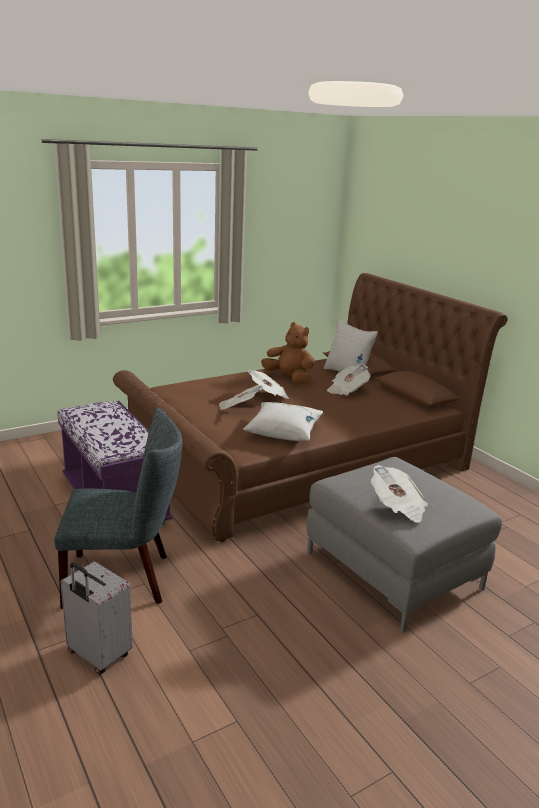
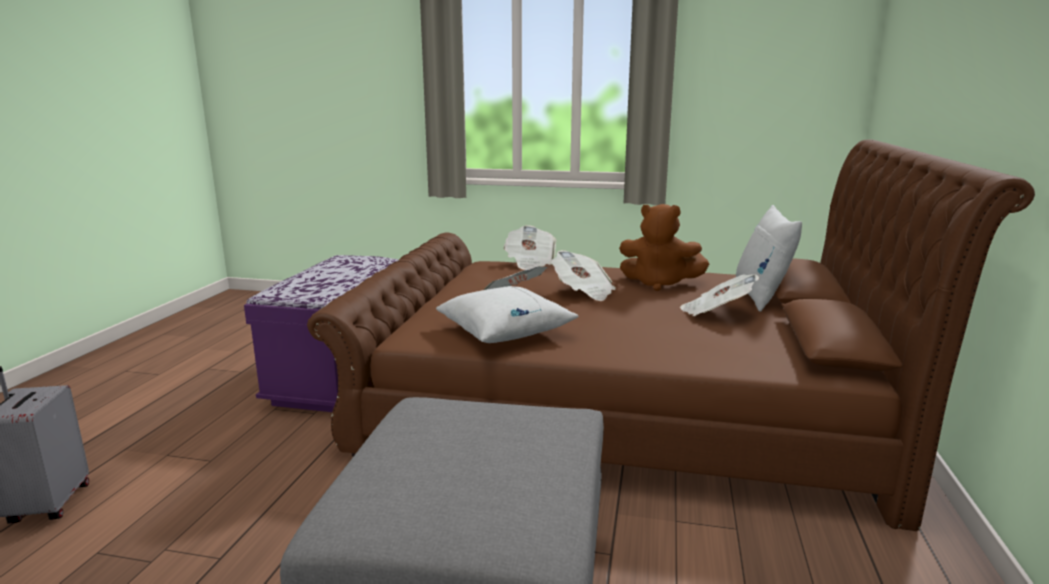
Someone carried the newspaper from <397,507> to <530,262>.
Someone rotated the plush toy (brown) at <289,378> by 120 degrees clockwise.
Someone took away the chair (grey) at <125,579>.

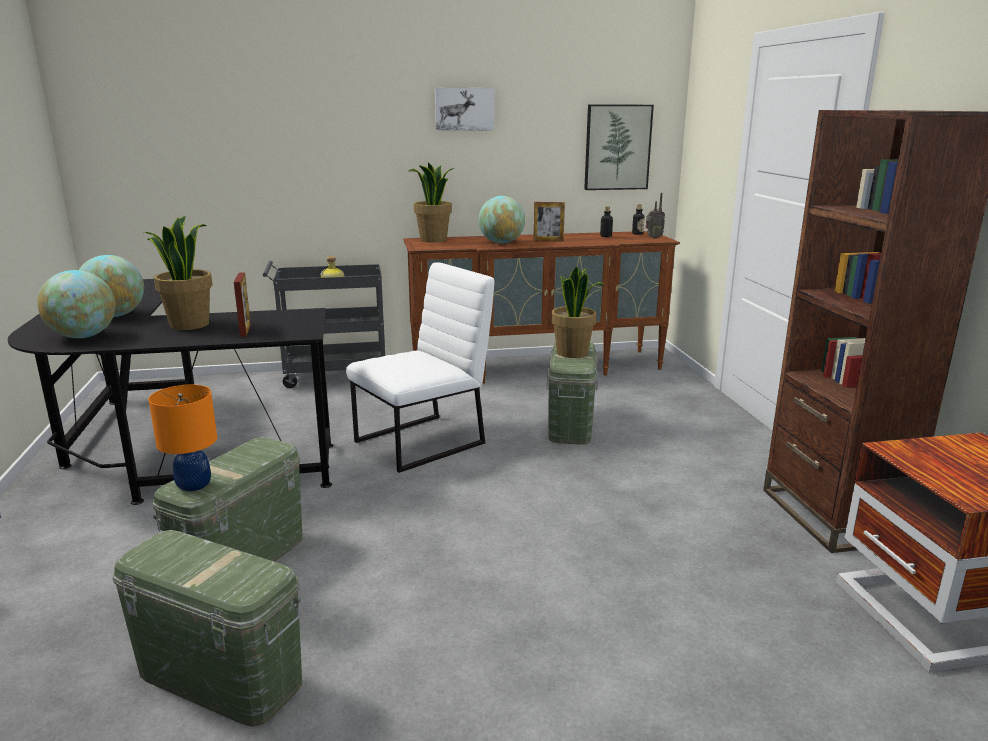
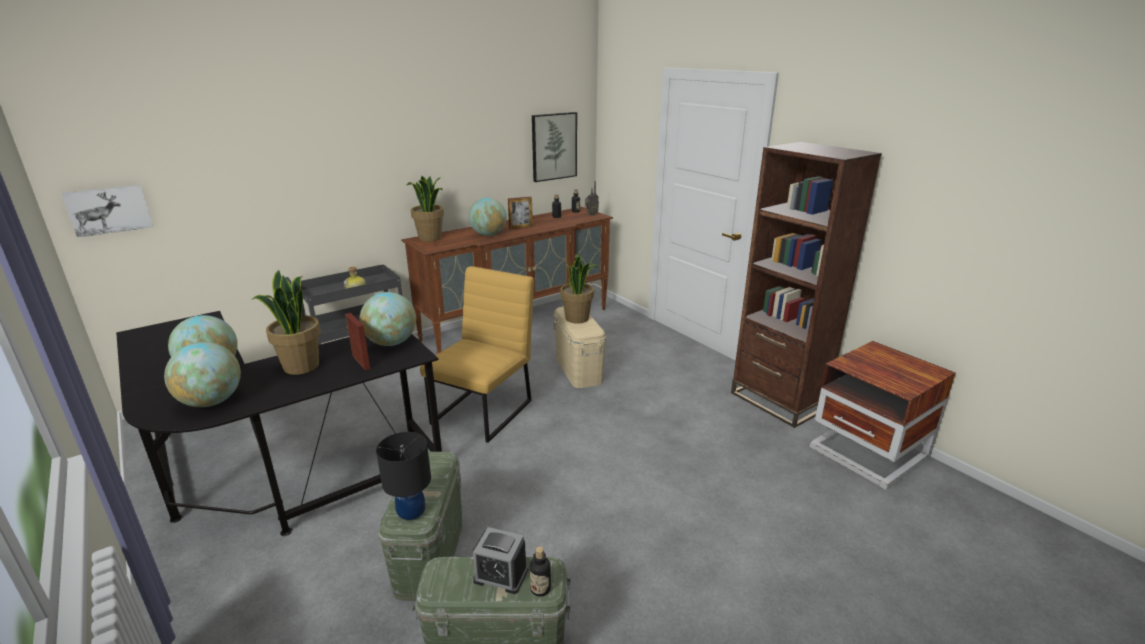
Someone carried the picture from <464,109> to <109,209>.
Someone put down the globe at <391,343>.
Someone repainted the table lamp (orange) at <194,485>, which became the table lamp (black) at <410,513>.
Someone repainted the chair (white) at <423,441>, which became the chair (yellow) at <484,410>.
Someone put down the alarm clock at <501,575>.
Someone put down the bottle at <540,589>.
Someone repainted the storage box (green) at <571,424>, which became the storage box (beige) at <578,369>.

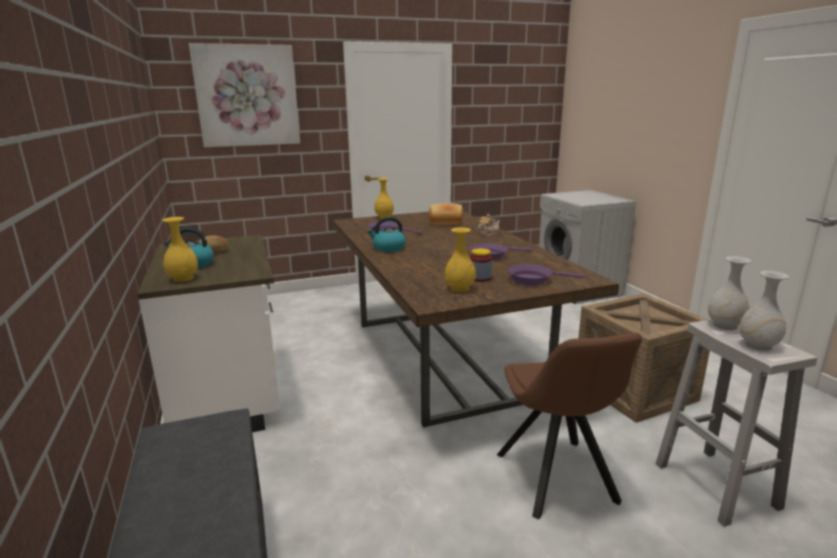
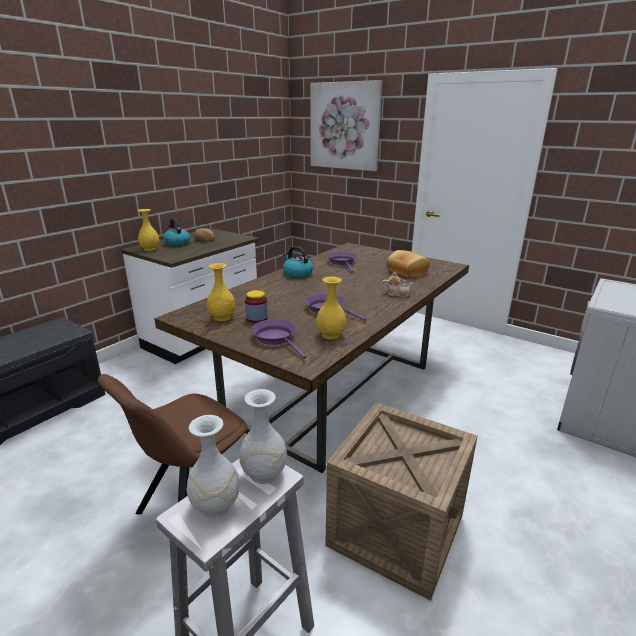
Someone carried the vase (yellow) from <384,217> to <331,335>.

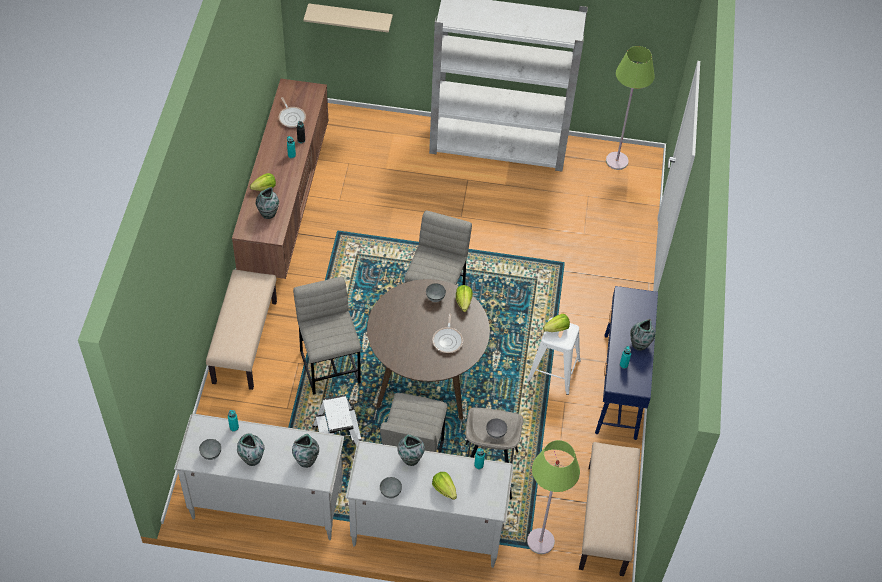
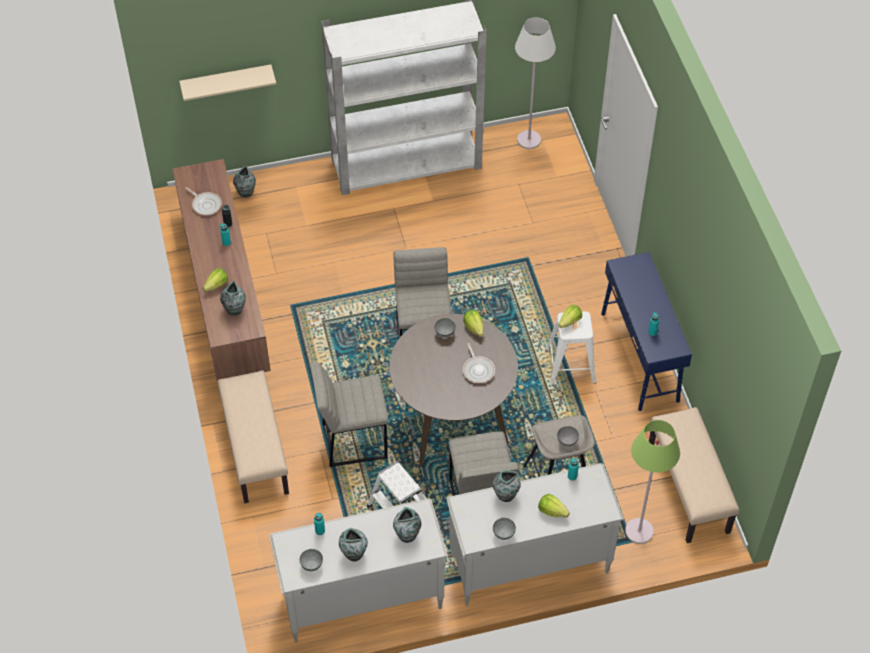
Someone carried the vase from <639,345> to <245,193>.
Someone rotated the chair (grey) at <329,365> by 60 degrees counterclockwise.
Someone repainted the floor lamp (green) at <617,161>, which became the floor lamp (white) at <529,140>.

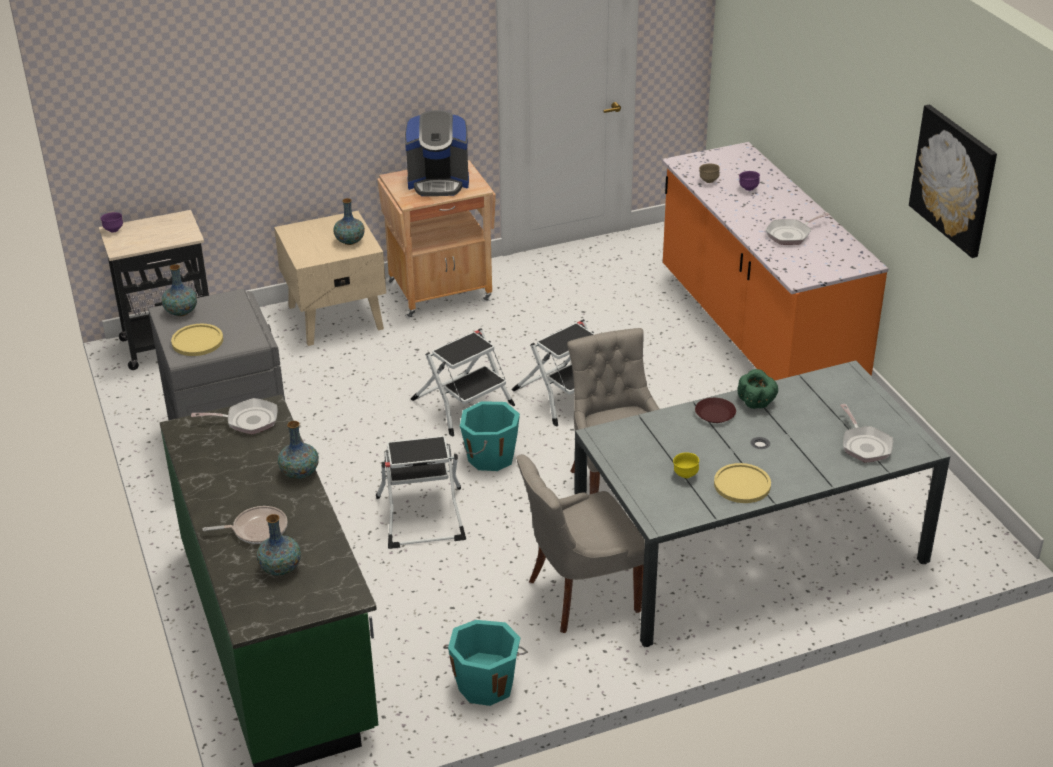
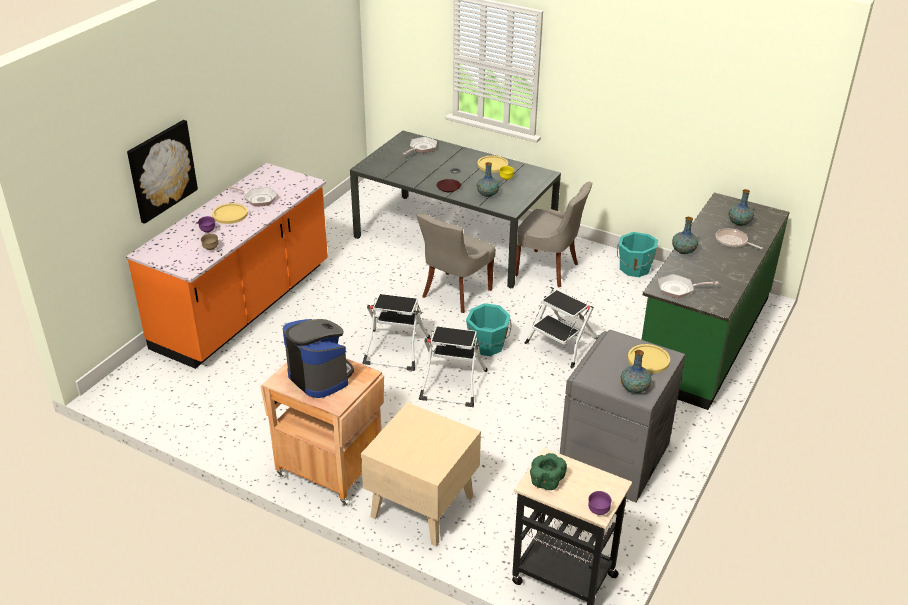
Someone carried the picture from <954,180> to <161,170>.
Someone put down the plate (yellow) at <230,214>.
Someone carried the vase from <349,241> to <487,194>.
Someone carried the bowl (green) from <757,401> to <546,480>.
Someone rotated the frying pan at <248,420> by 45 degrees counterclockwise.

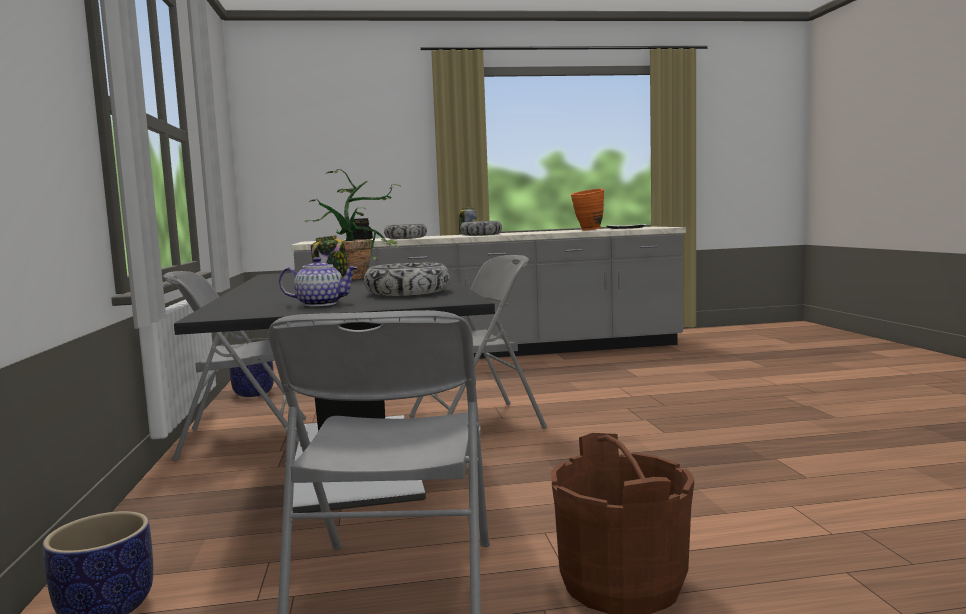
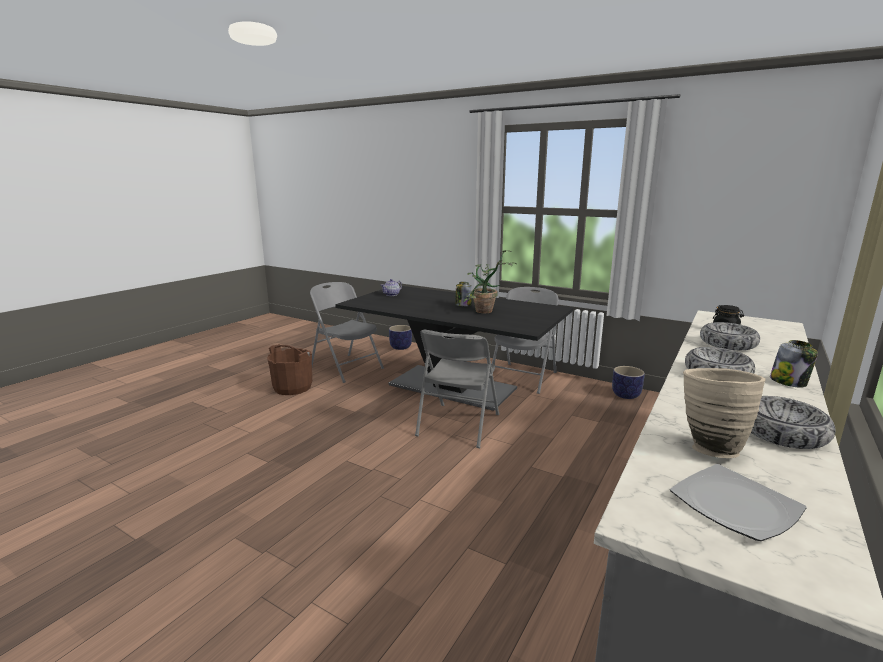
Someone repainted the vase (orange) at <588,230>, which became the vase (beige) at <709,447>.
Someone carried the bowl from <407,292> to <782,433>.

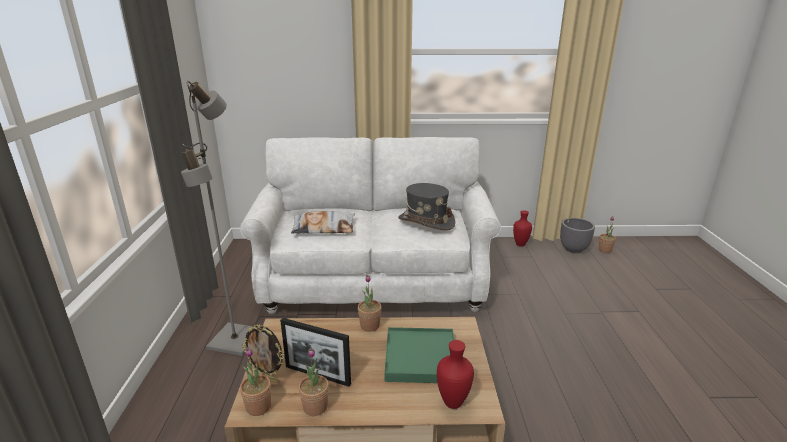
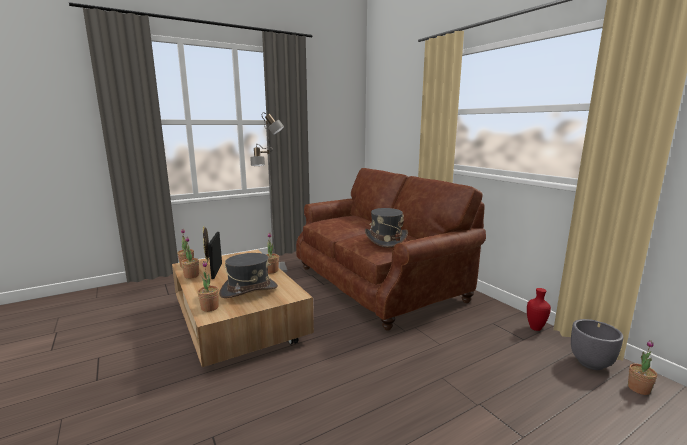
Someone swapped the vase (red) at <454,403> for the potted plant at <209,307>.
Someone swapped the tray (green) at <420,358> for the hat (grey) at <249,290>.
Someone repainted the sofa (white) at <374,279>, which became the sofa (brown) at <376,283>.
Someone took away the pillow at <323,228>.

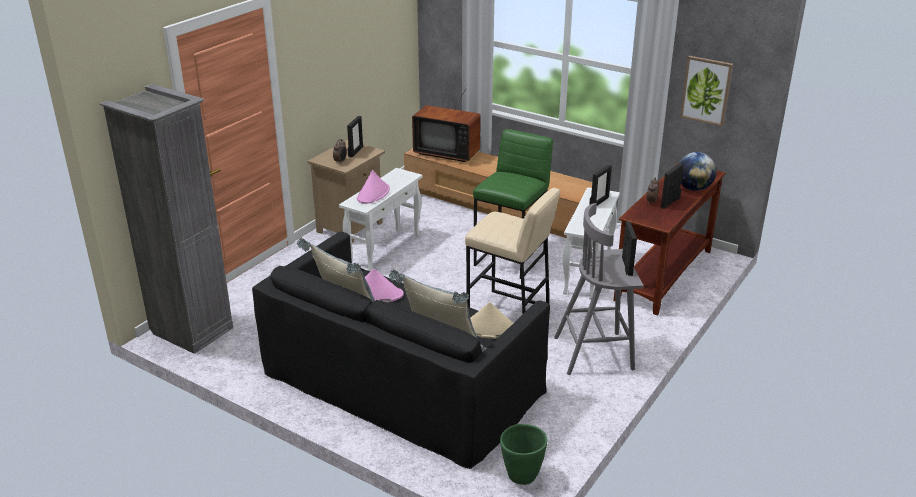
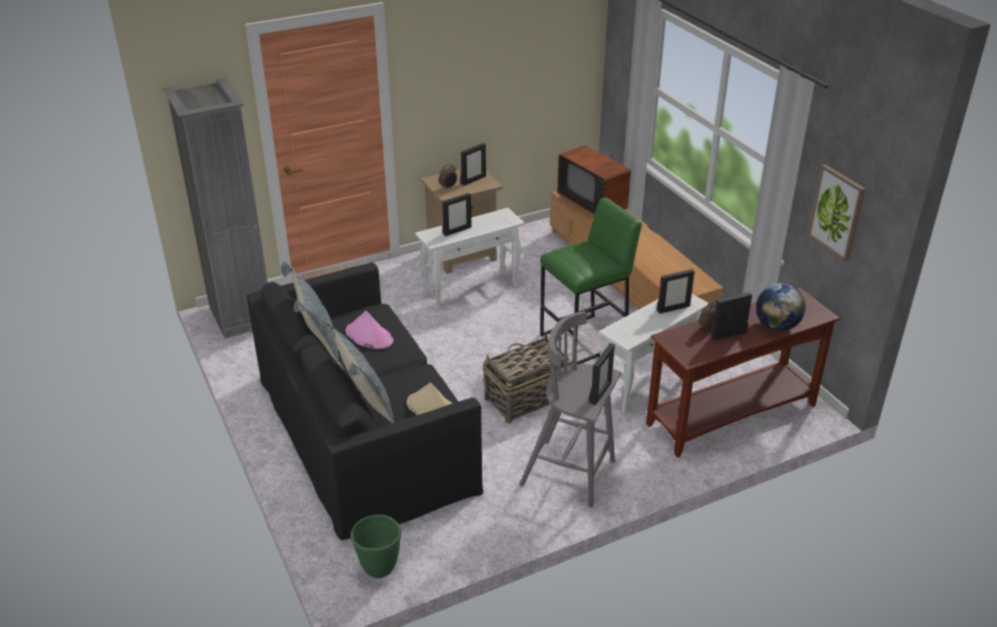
Someone swapped the hat (pink) at <373,194> for the picture frame at <457,230>.
Someone swapped the stool (beige) at <509,313> for the basket at <526,398>.

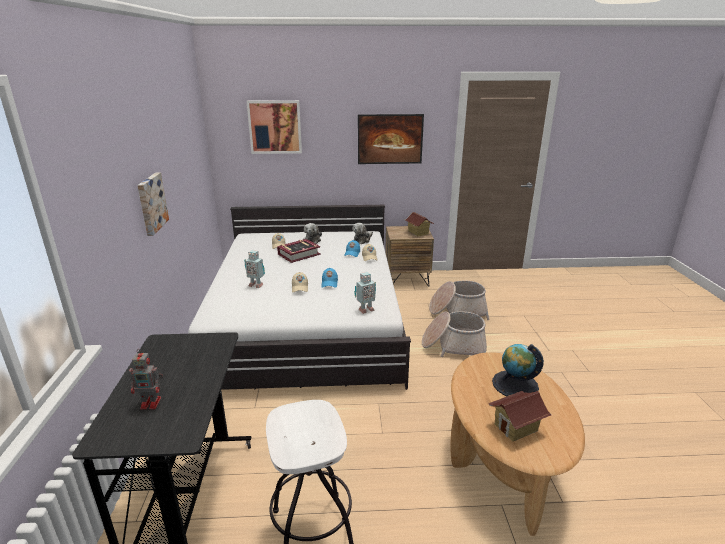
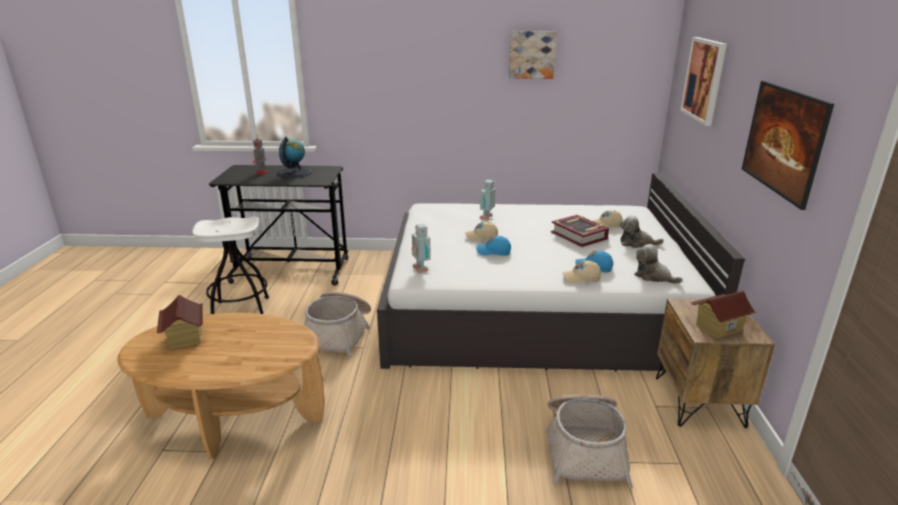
Someone carried the globe from <515,384> to <294,172>.
Someone carried the basket from <453,345> to <339,334>.
Someone carried the picture from <151,203> to <532,54>.

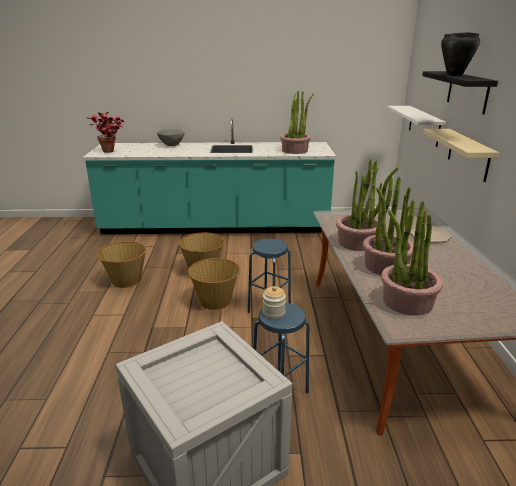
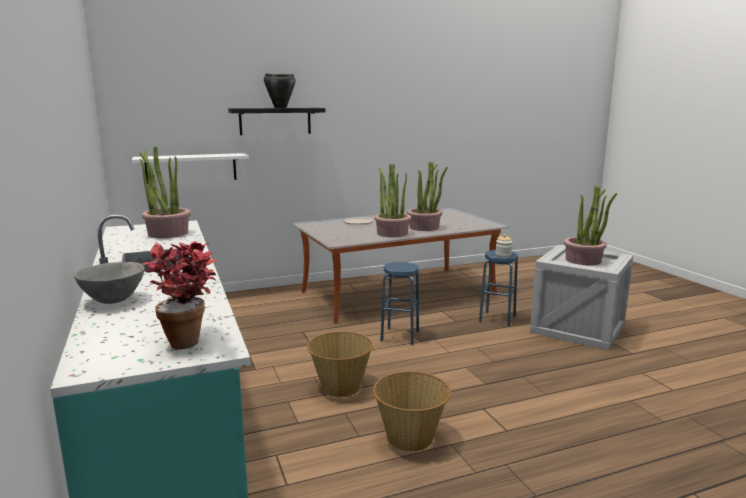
Someone carried the potted plant from <407,301> to <583,260>.
Someone took away the basket at <215,301>.
Someone took away the shelf (beige) at <468,154>.

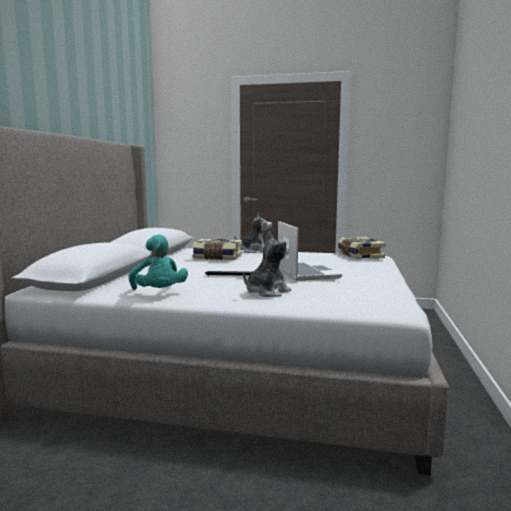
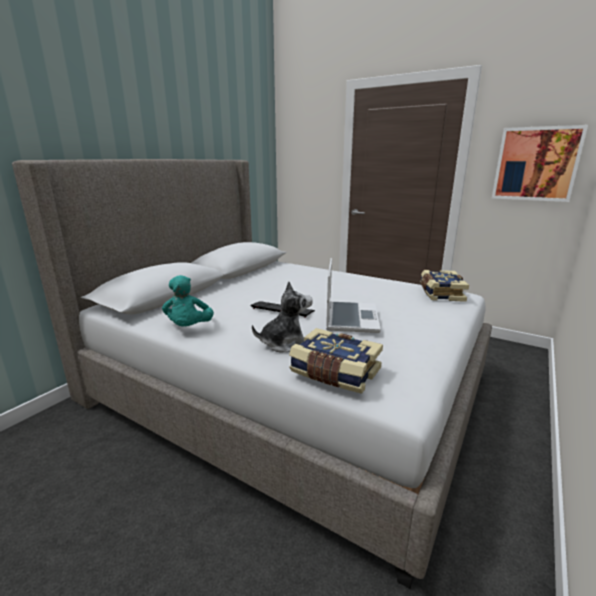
Someone carried the book from <217,258> to <334,373>.
Someone put up the picture at <536,164>.
Someone took away the plush toy at <254,251>.

